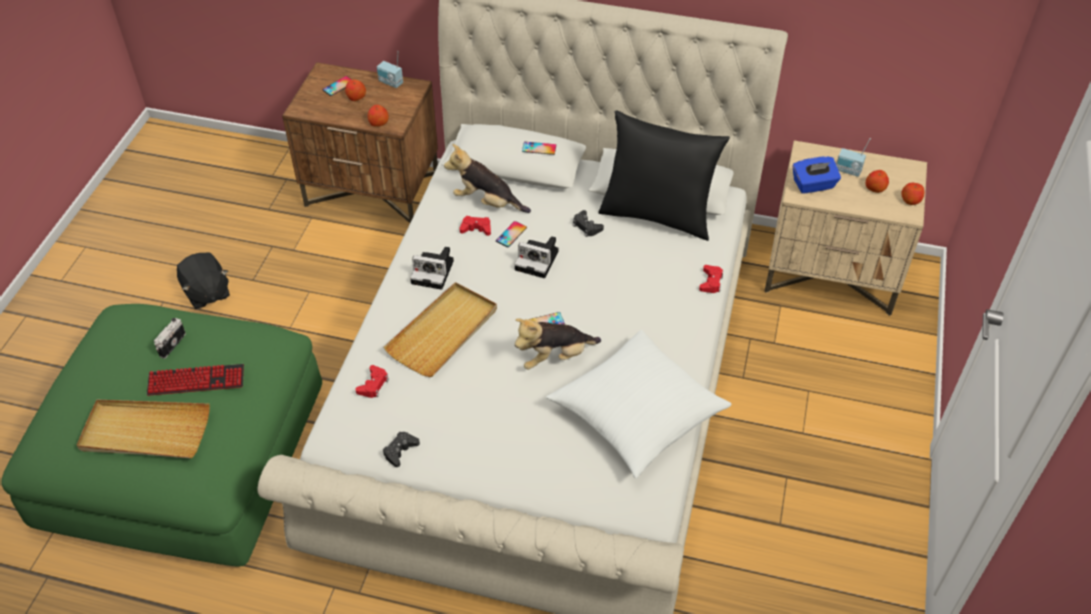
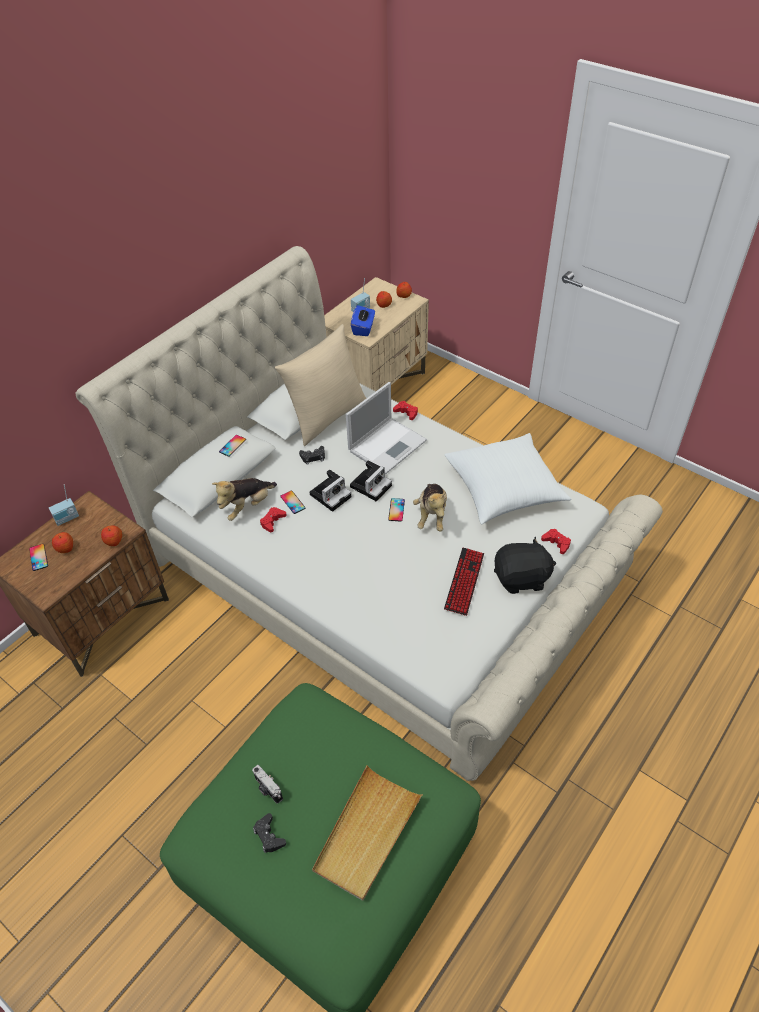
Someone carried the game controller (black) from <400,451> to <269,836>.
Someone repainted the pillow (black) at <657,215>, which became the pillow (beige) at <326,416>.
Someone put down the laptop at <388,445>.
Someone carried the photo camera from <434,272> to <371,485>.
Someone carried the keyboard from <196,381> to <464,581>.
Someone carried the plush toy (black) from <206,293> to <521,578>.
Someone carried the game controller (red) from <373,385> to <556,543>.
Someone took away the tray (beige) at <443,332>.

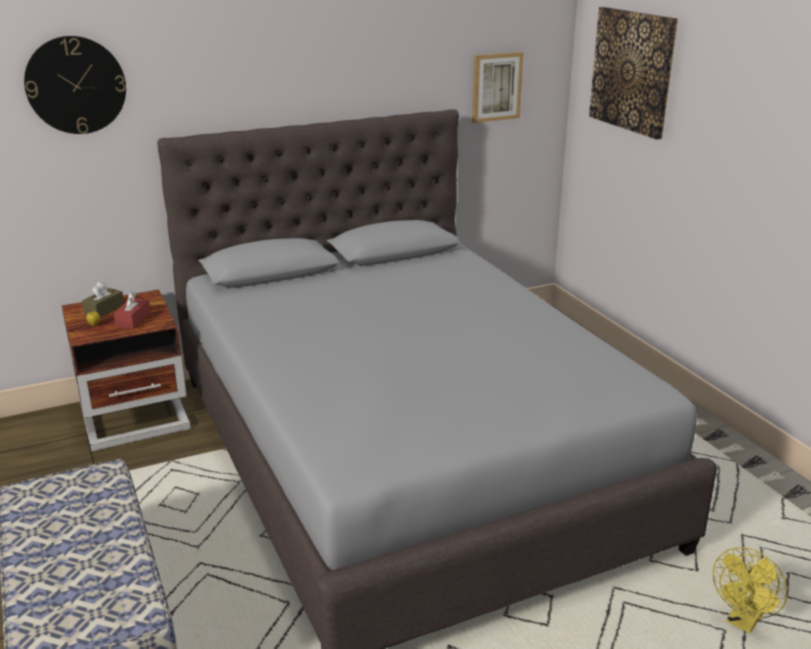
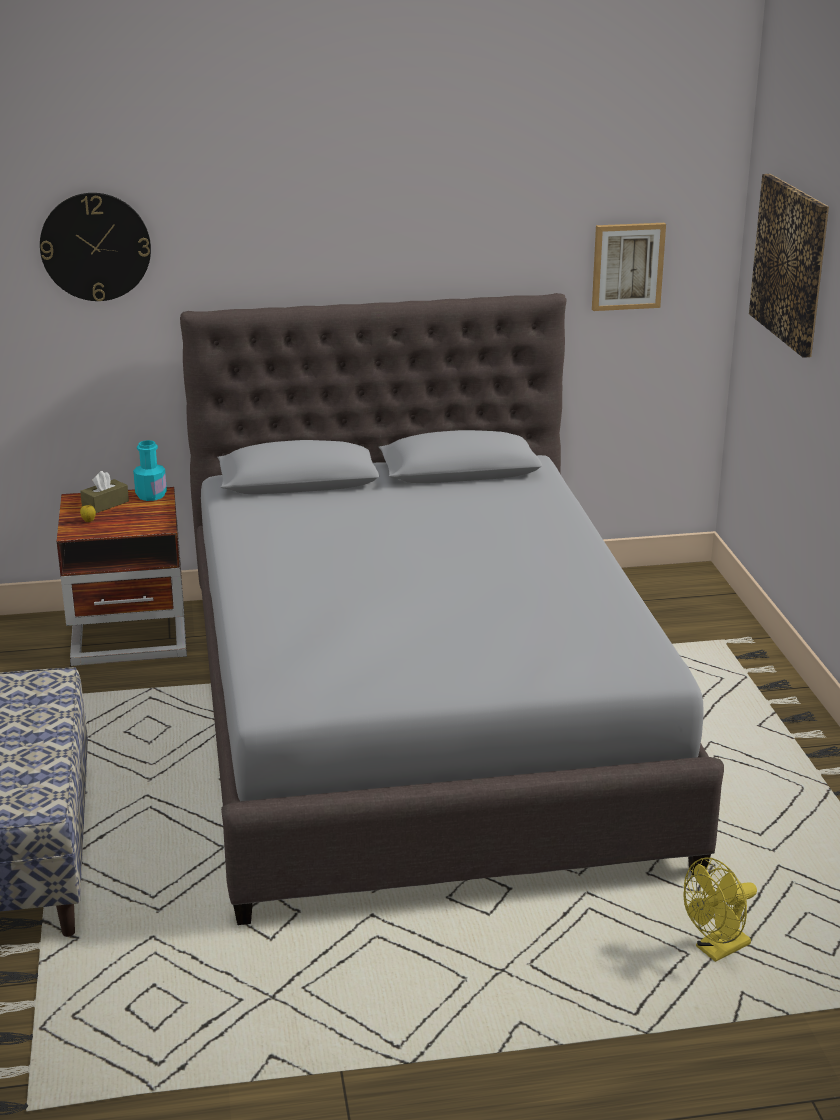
Someone put down the bottle (turquoise) at <151,495>.
Someone took away the tissue box (red) at <133,320>.

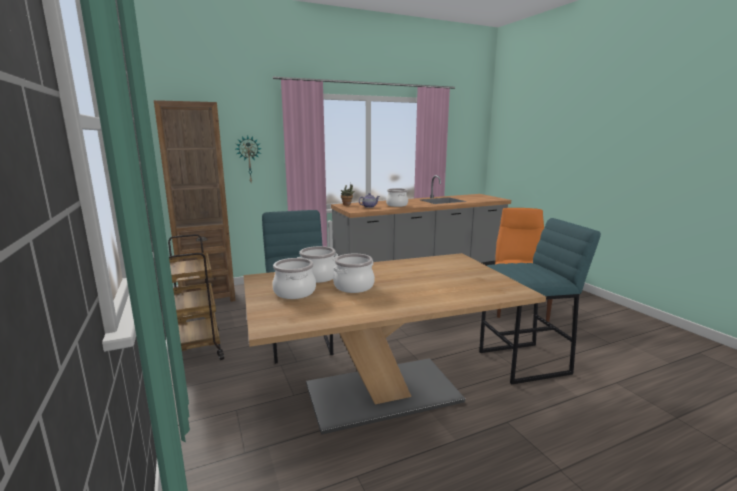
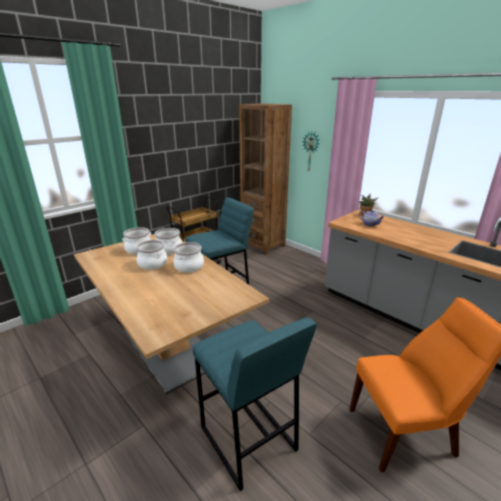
Someone carried the cooking pot from <397,205> to <189,267>.

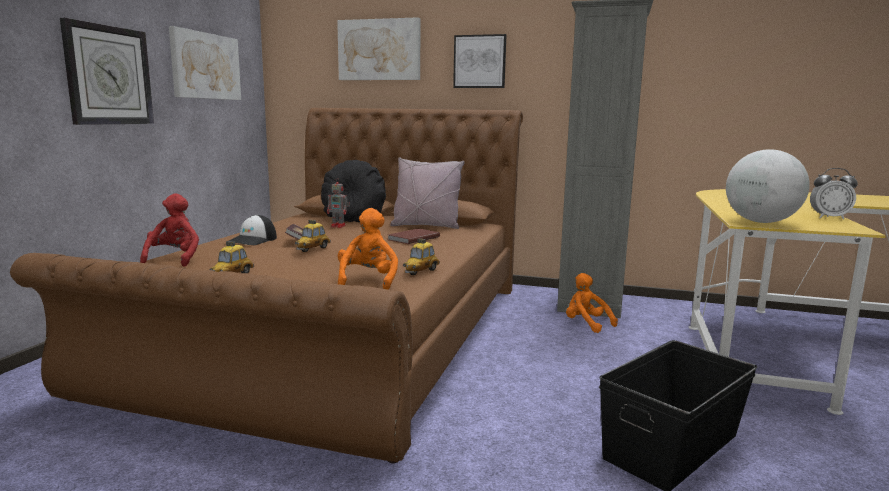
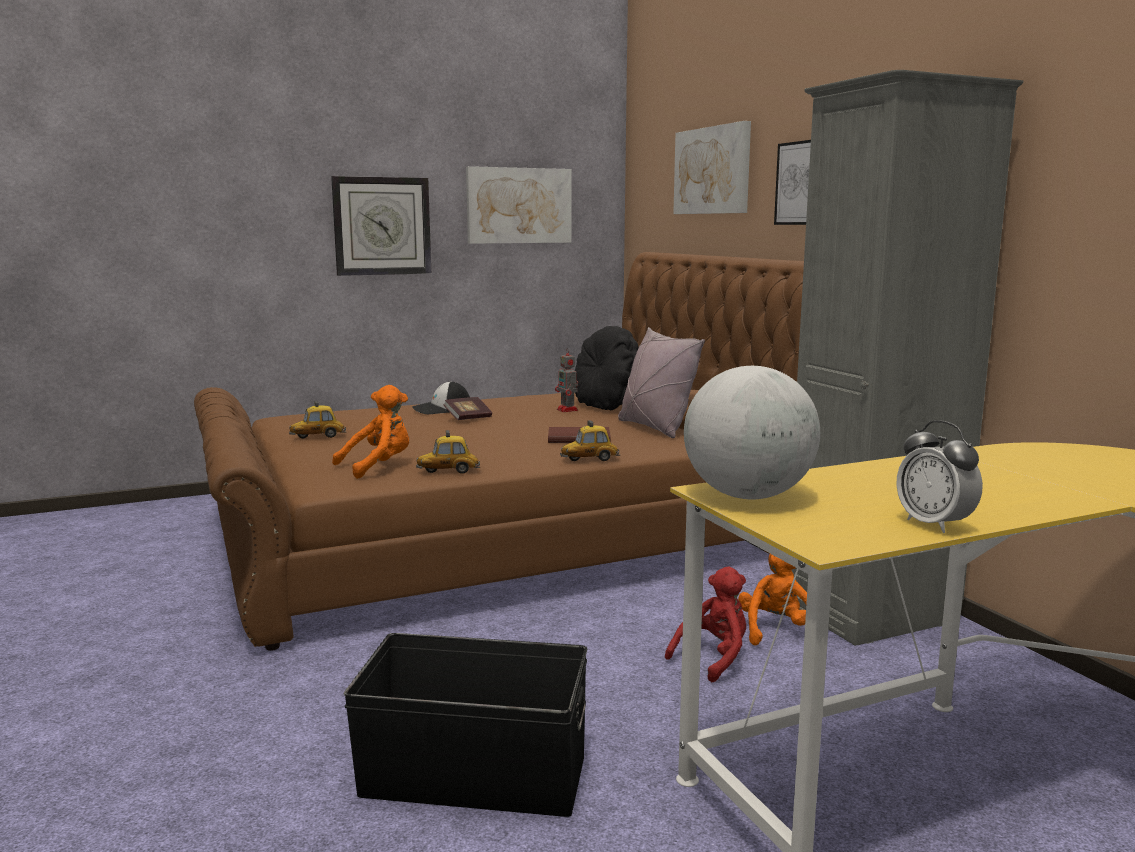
Someone carried the toy car from <313,249> to <589,459>.
Someone carried the plush toy (red) from <174,259> to <713,658>.

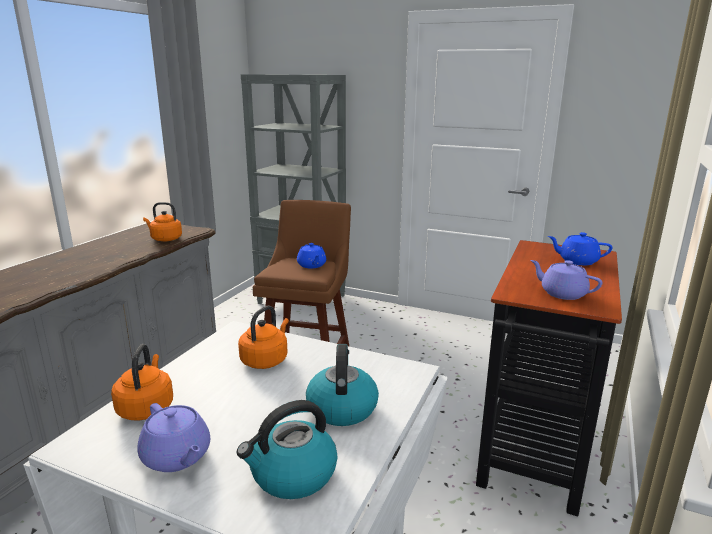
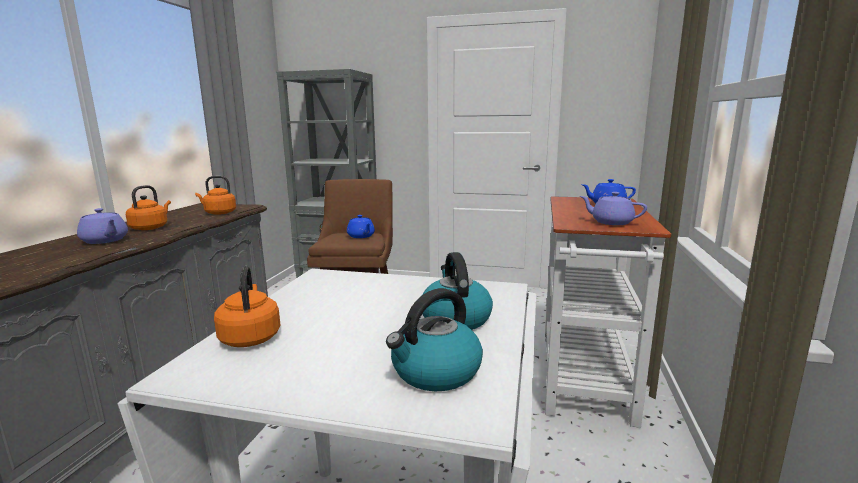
Someone carried the teapot (purple) from <177,457> to <105,241>.
Someone carried the kettle (orange) from <266,360> to <151,227>.
Someone repainted the cart (black) at <534,449>, which became the cart (white) at <585,379>.

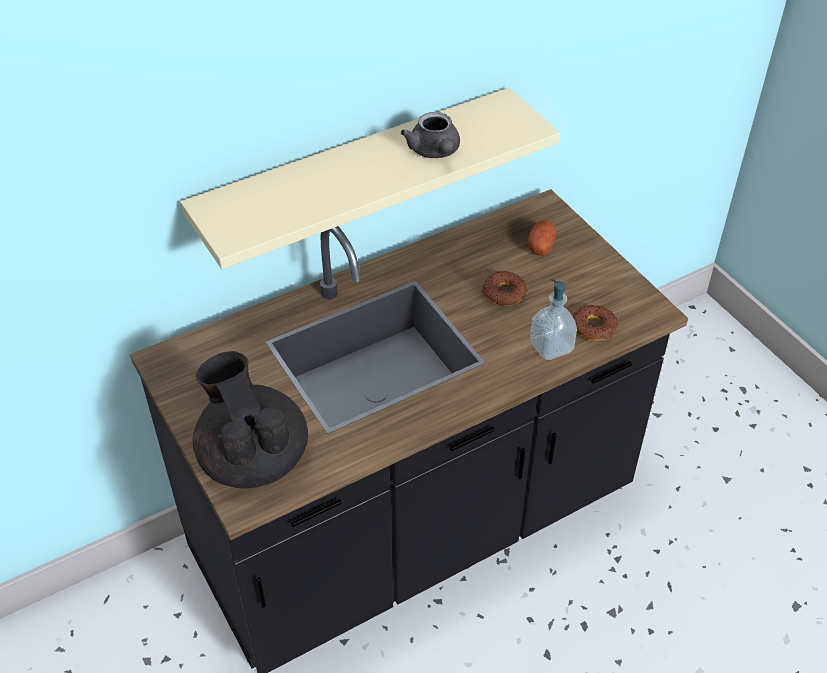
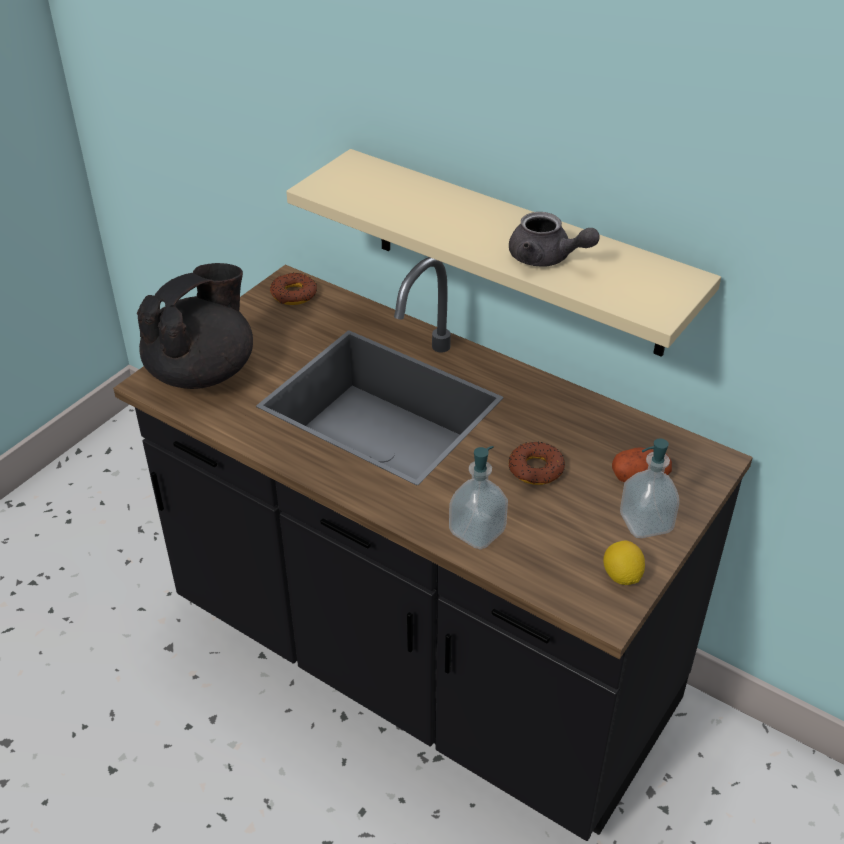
Someone carried the donut from <593,327> to <294,294>.
Someone rotated the teapot (grey) at <435,152> by 105 degrees counterclockwise.
Someone put down the lemon at <621,576>.
Someone put down the soap dispenser at <645,523>.

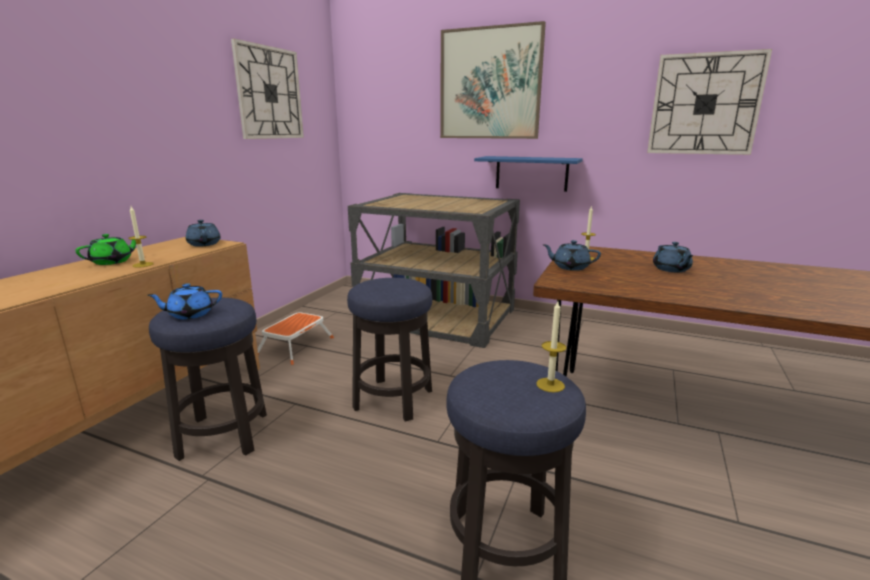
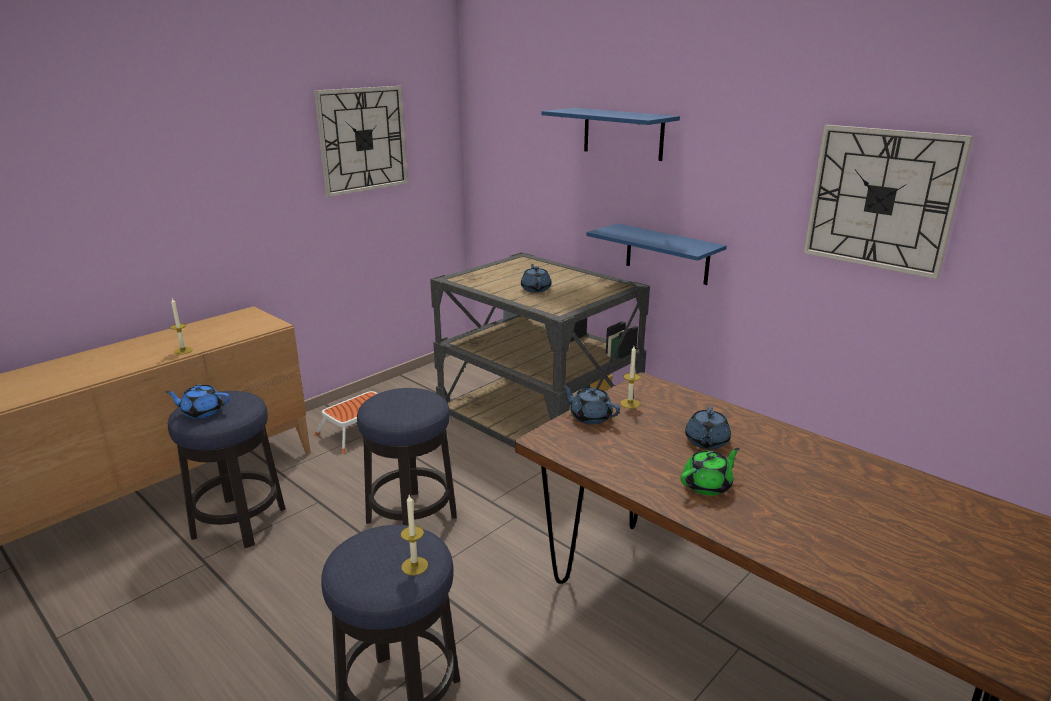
Someone carried the teapot (blue) from <204,244> to <536,289>.
Someone swapped the picture at <490,84> for the shelf (blue) at <623,134>.
Someone carried the teapot (green) from <112,262> to <707,485>.

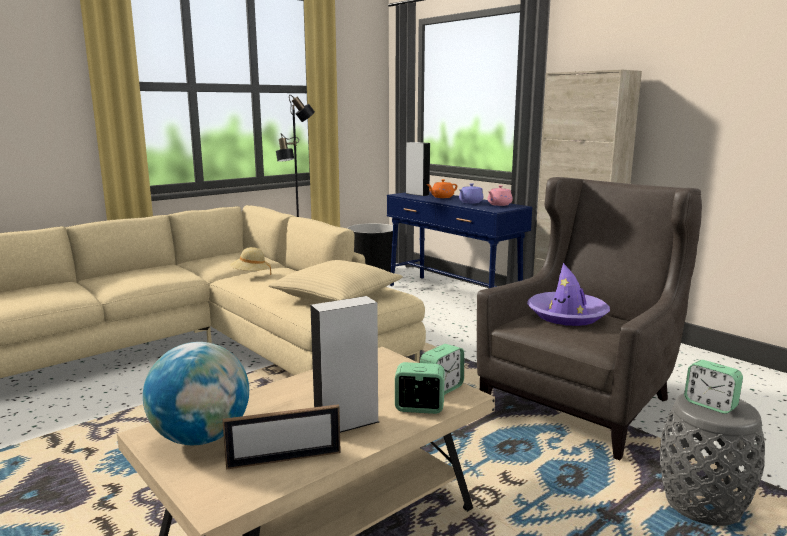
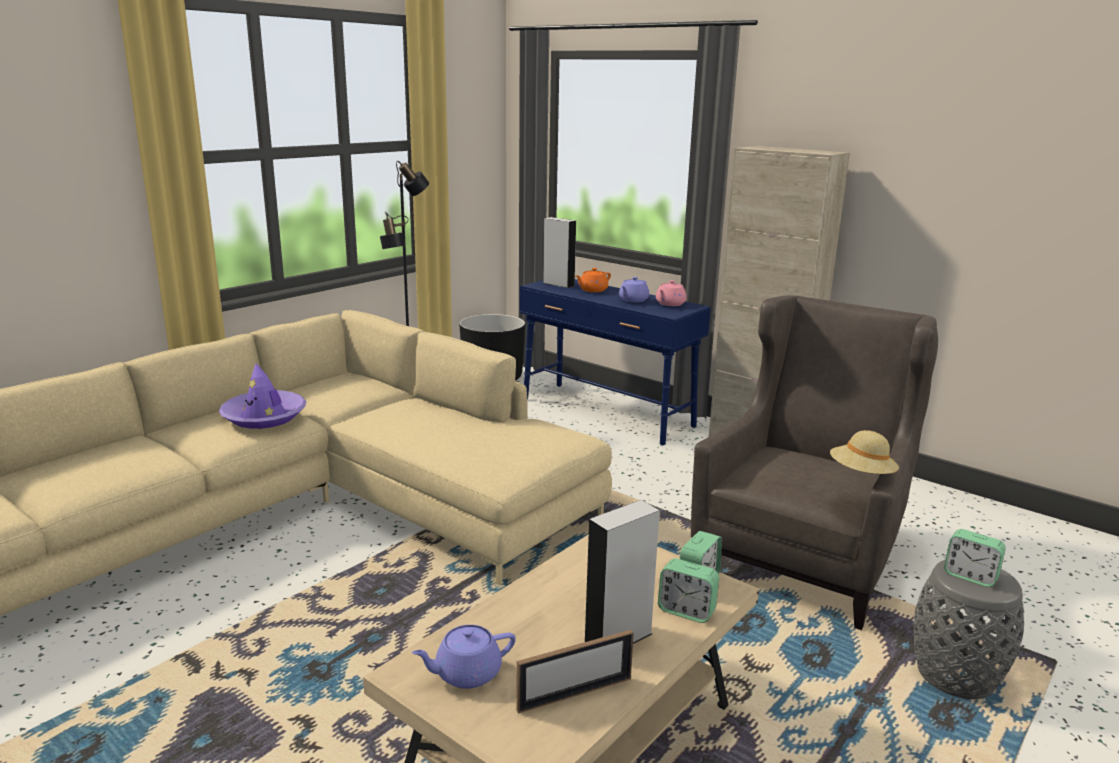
Someone carried the hat (purple) from <567,315> to <264,417>.
Someone swapped the globe at <201,437> for the teapot (purple) at <466,673>.
Someone rotated the alarm clock at <419,408> by 150 degrees counterclockwise.
Someone carried the hat (beige) from <251,275> to <861,475>.
Someone took away the pillow (beige) at <336,295>.

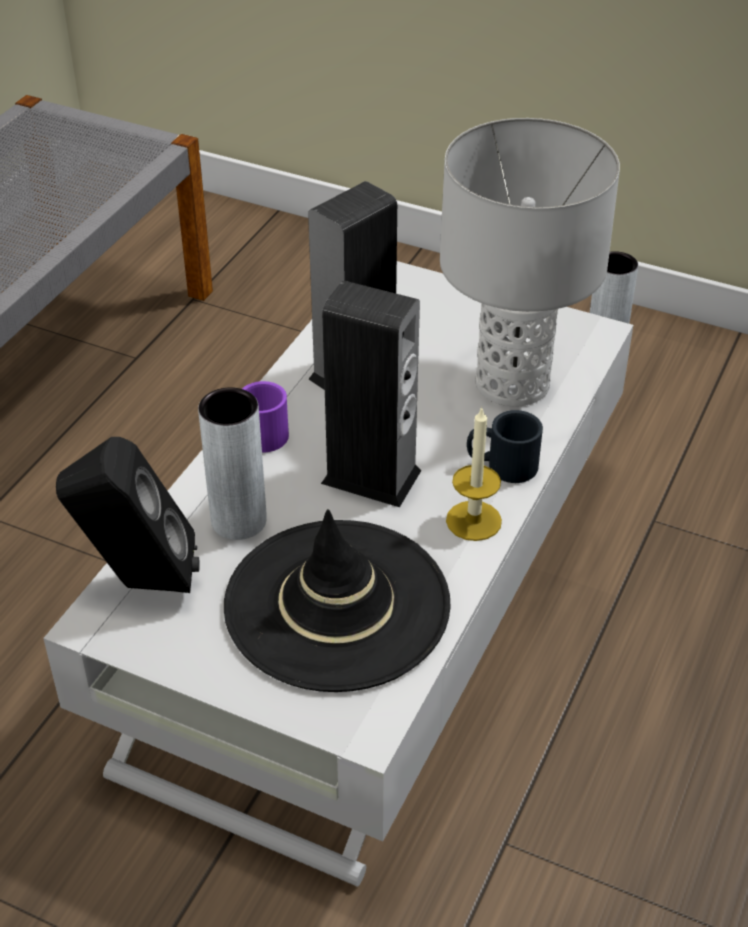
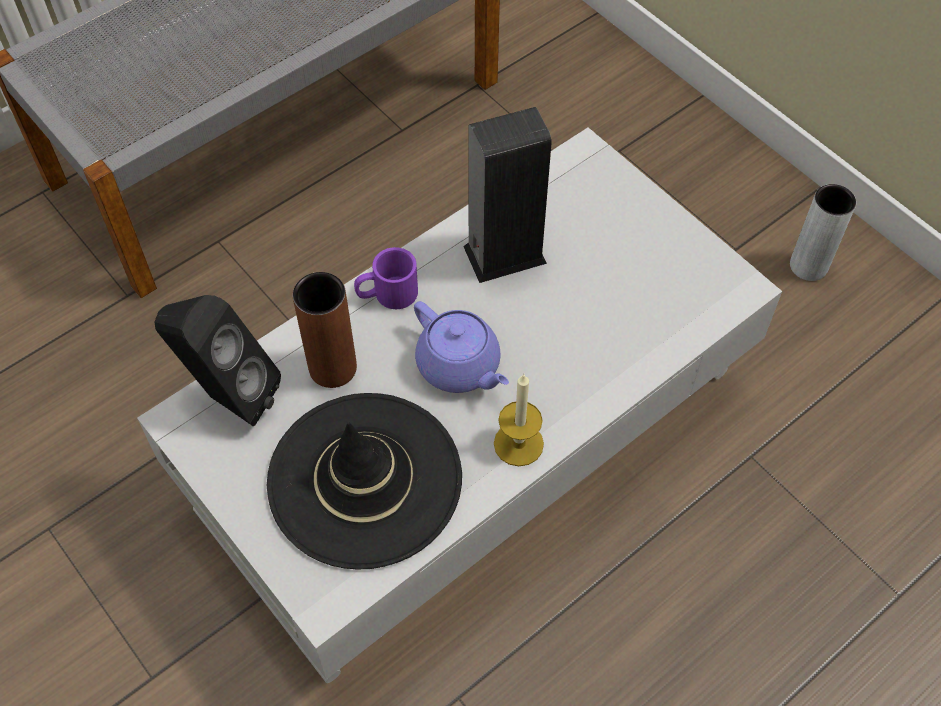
Someone repainted the vase (grey) at <238,521>, which became the vase (brown) at <332,368>.
Someone swapped the speaker at <371,477> for the teapot (purple) at <459,366>.
Someone took away the table lamp (white) at <512,384>.
Someone took away the mug (black) at <501,465>.

